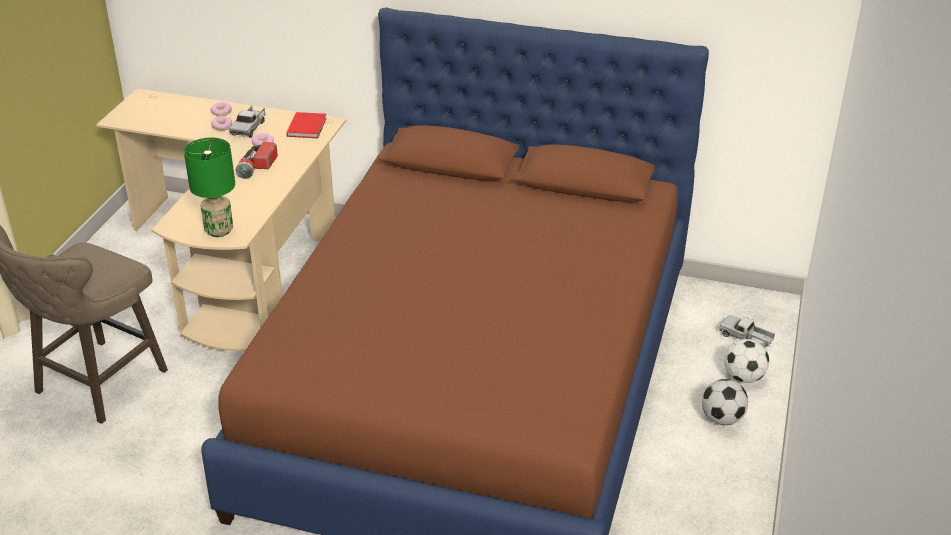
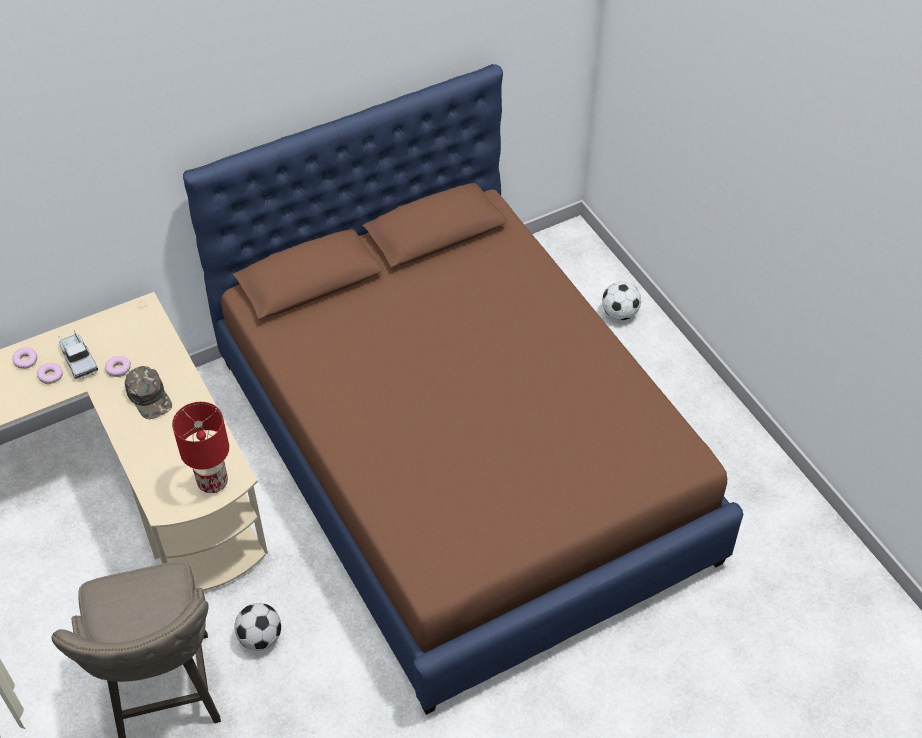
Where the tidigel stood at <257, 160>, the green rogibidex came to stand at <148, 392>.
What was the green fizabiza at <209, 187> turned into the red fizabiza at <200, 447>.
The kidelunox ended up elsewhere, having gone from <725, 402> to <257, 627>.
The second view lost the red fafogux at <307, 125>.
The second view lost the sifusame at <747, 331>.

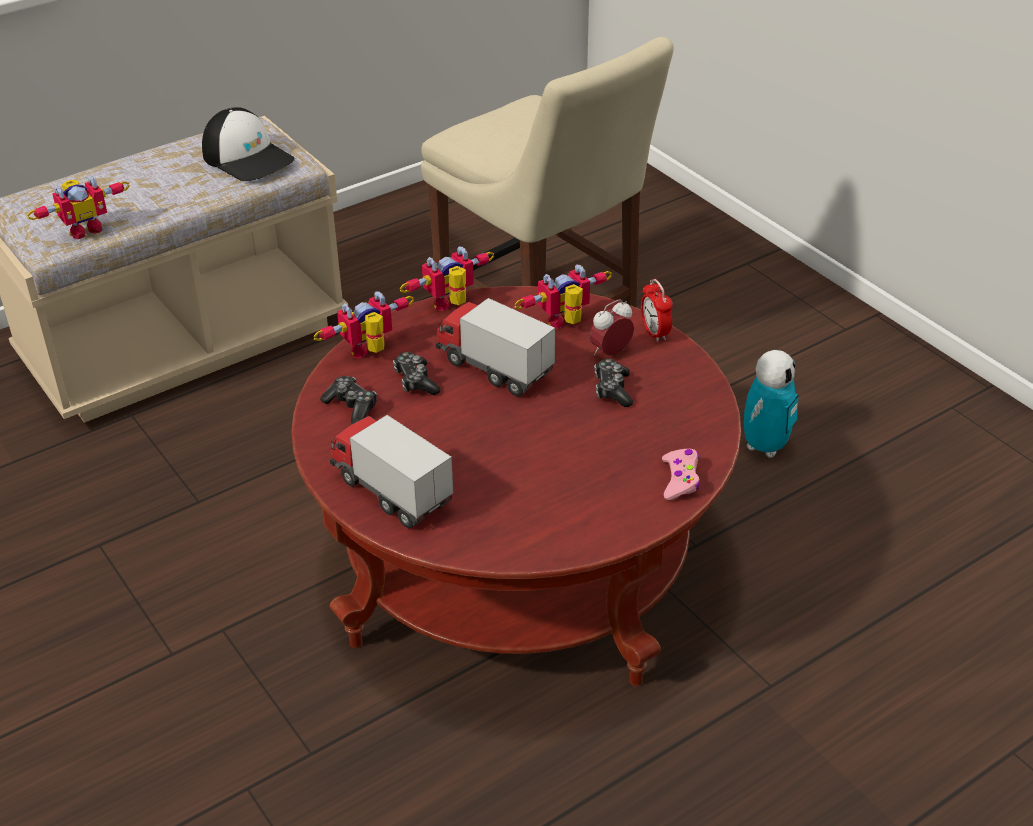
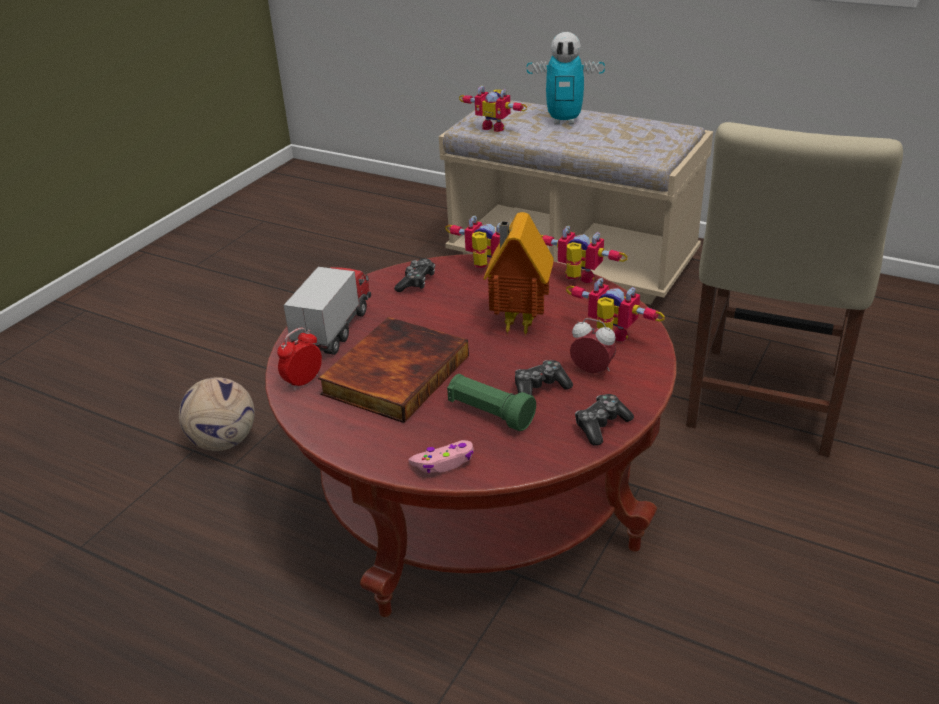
The second view gained the kidelunox at <217, 414>.
The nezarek ended up elsewhere, having gone from <657, 310> to <299, 359>.
The second view gained the fafogux at <393, 370>.
The second view gained the green tidigel at <491, 402>.
Where the sifusame stood at <495, 347>, the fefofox came to stand at <518, 273>.
The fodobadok ended up elsewhere, having gone from <771, 404> to <566, 78>.
The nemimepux ended up elsewhere, having gone from <416, 373> to <604, 420>.
The second view lost the rogibidex at <248, 144>.

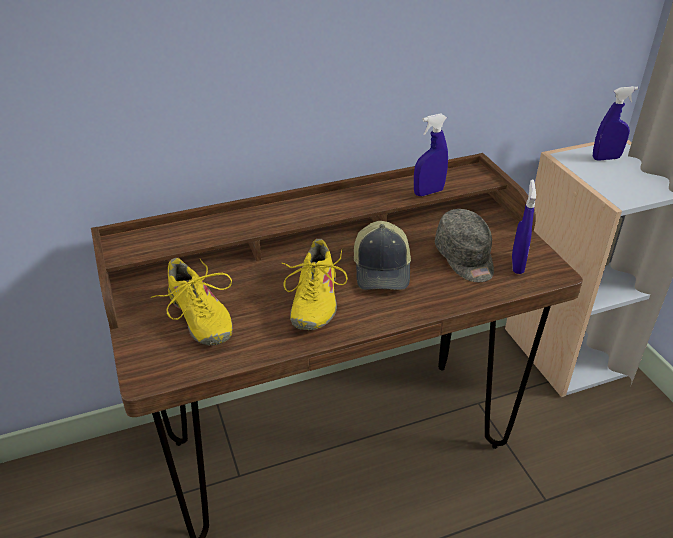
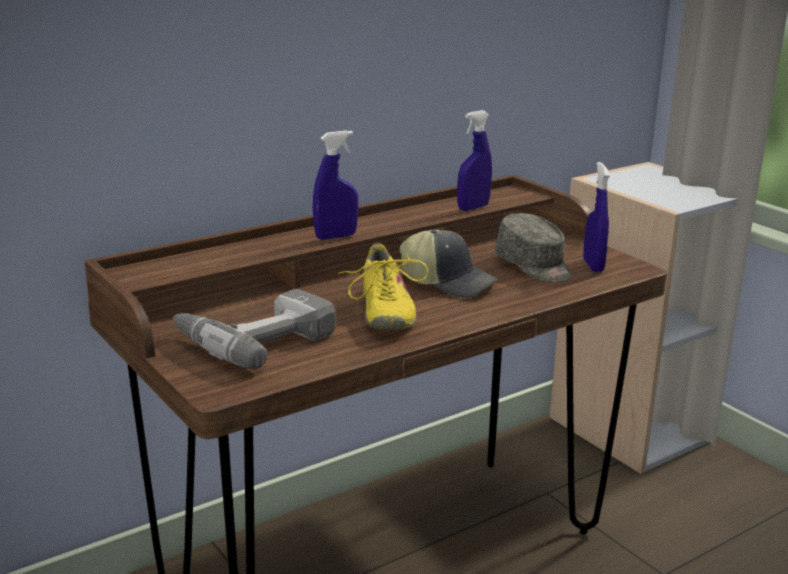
Where the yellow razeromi stood at <192, 302>, the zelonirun came to stand at <254, 329>.
The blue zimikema ended up elsewhere, having gone from <615, 123> to <336, 185>.
The rogibidex at <382, 255> ended up facing another way, 45 degrees counterclockwise from before.

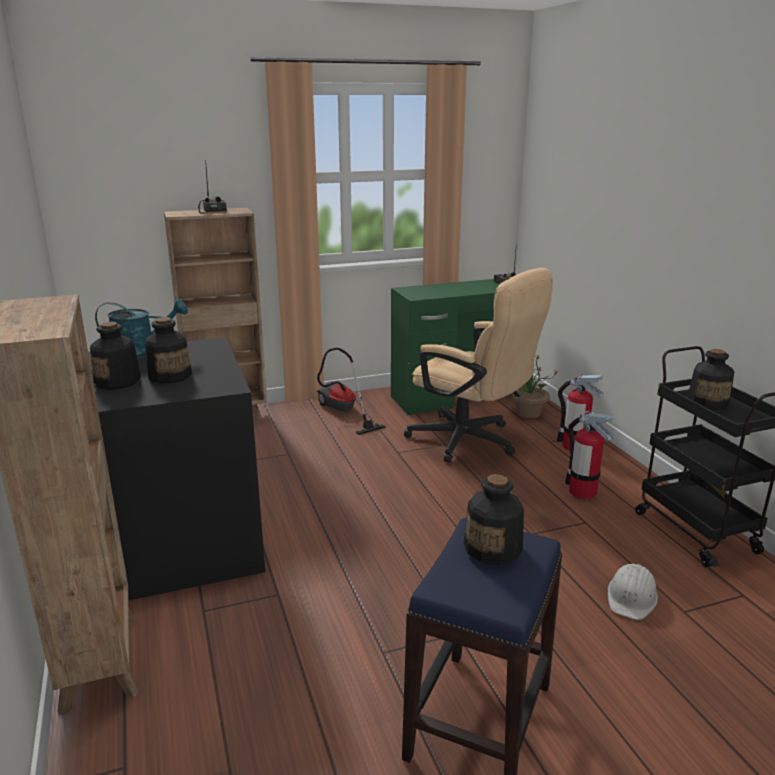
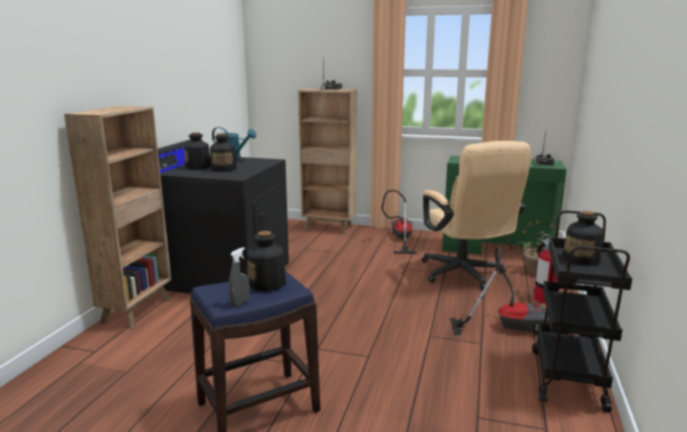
The second view gained the grey zimikema at <239, 277>.
Where the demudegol stood at <589, 455>, the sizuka came to stand at <499, 291>.
The second view lost the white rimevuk at <633, 592>.

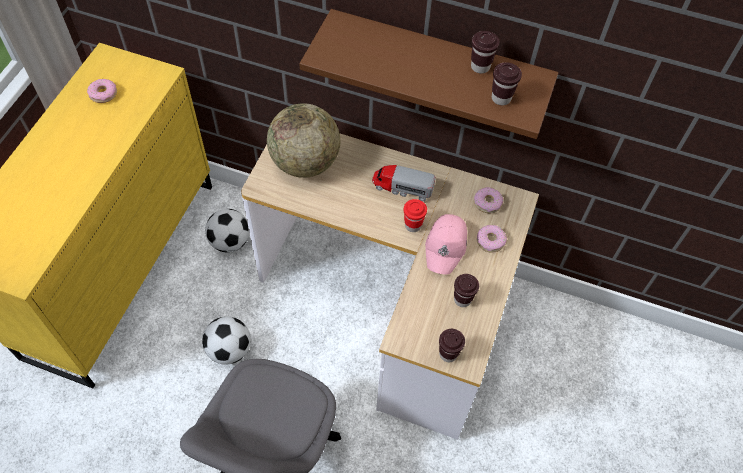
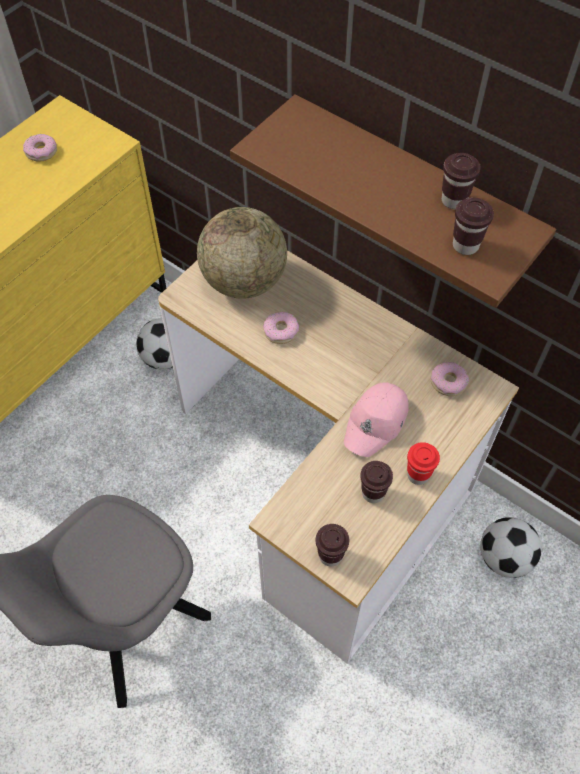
The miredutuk ended up elsewhere, having gone from <492, 239> to <281, 328>.
The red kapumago ended up elsewhere, having gone from <415, 215> to <423, 463>.
The kidelunox ended up elsewhere, having gone from <226, 340> to <511, 547>.
The second view lost the sifusame at <404, 183>.

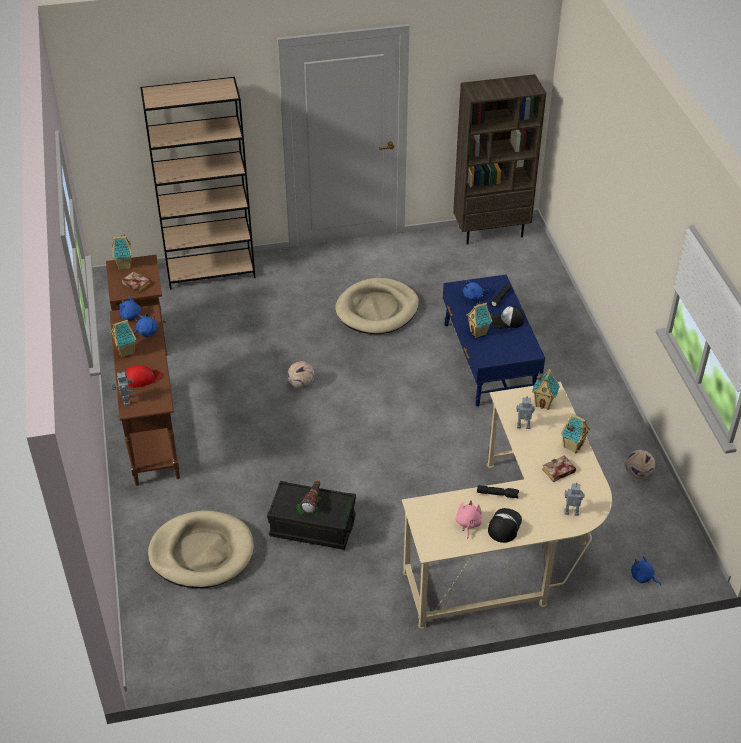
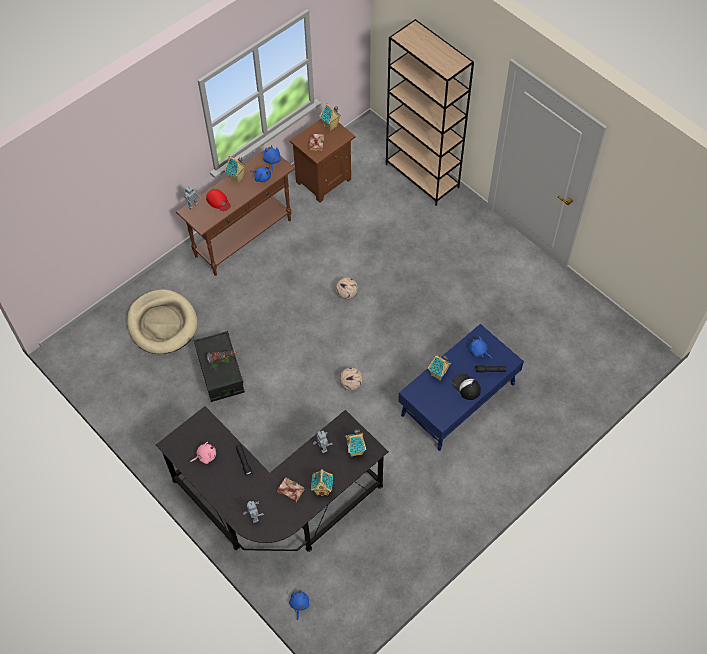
What was the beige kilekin at <507, 505> turned into the black kilekin at <272, 479>.
The kidelunox ended up elsewhere, having gone from <640, 464> to <351, 379>.
The second view lost the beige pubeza at <377, 306>.
The second view lost the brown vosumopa at <499, 159>.
The second view lost the rogibidex at <505, 525>.

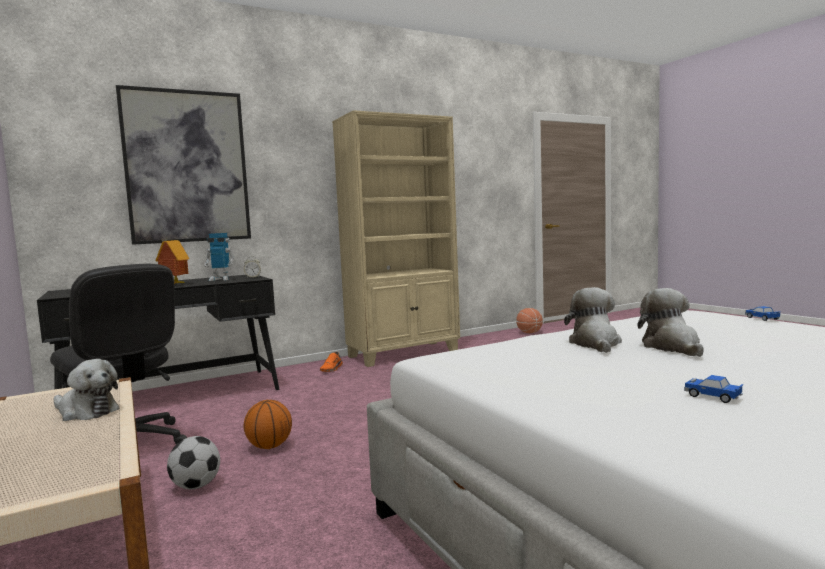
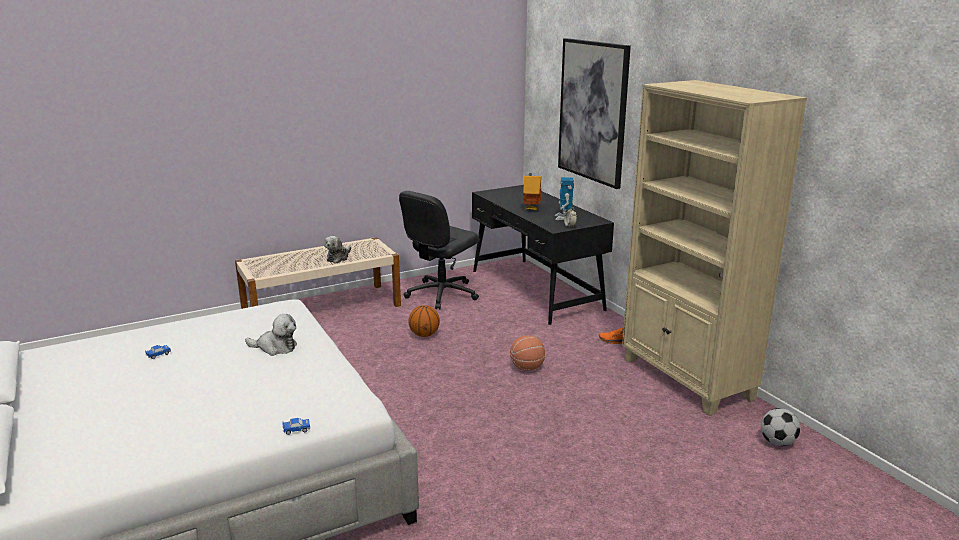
The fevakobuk ended up elsewhere, having gone from <529, 320> to <527, 353>.
The kidelunox ended up elsewhere, having gone from <193, 462> to <780, 427>.
The second view lost the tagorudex at <671, 322>.

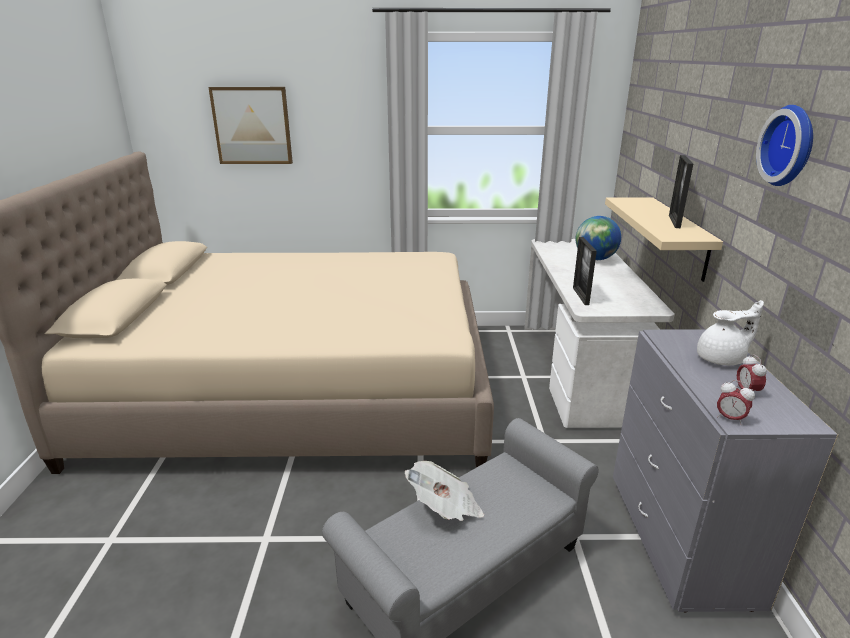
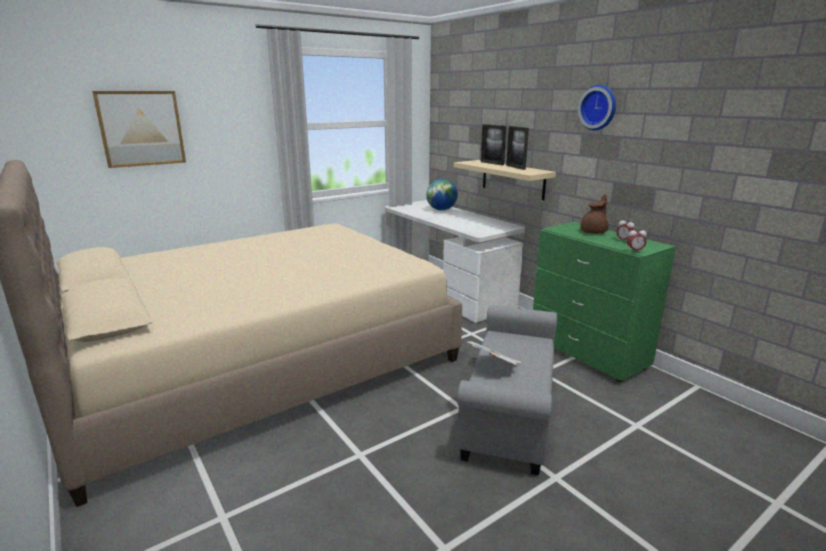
The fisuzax ended up elsewhere, having gone from <585, 271> to <493, 144>.
What was the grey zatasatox at <725, 470> turned into the green zatasatox at <604, 302>.
What was the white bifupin at <730, 332> turned into the brown bifupin at <594, 214>.

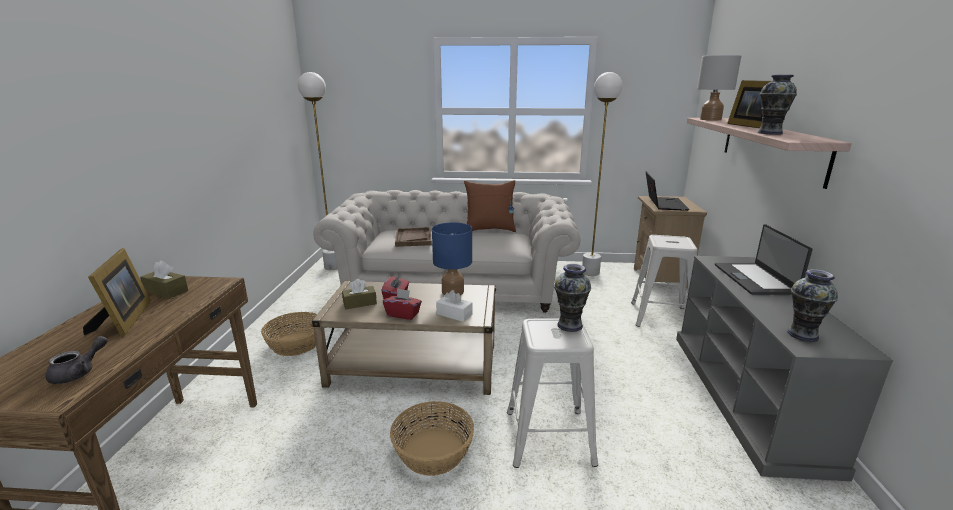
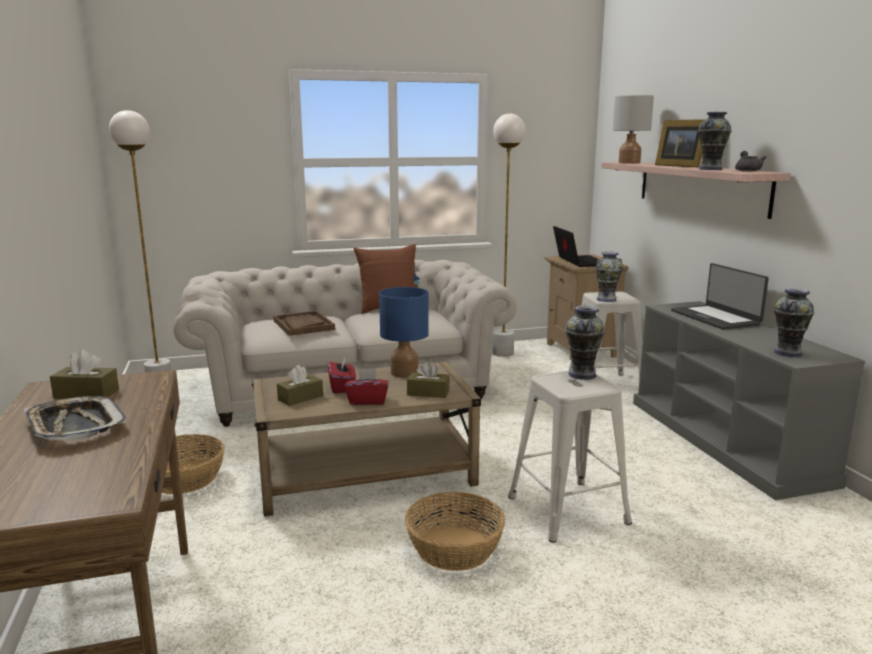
Where the fisuzax stood at <117, 292>, the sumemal came to stand at <75, 418>.
What was the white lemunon at <454, 306> turned into the brown lemunon at <428, 380>.
The second view gained the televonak at <609, 276>.
The grey bifupin ended up elsewhere, having gone from <76, 360> to <751, 161>.

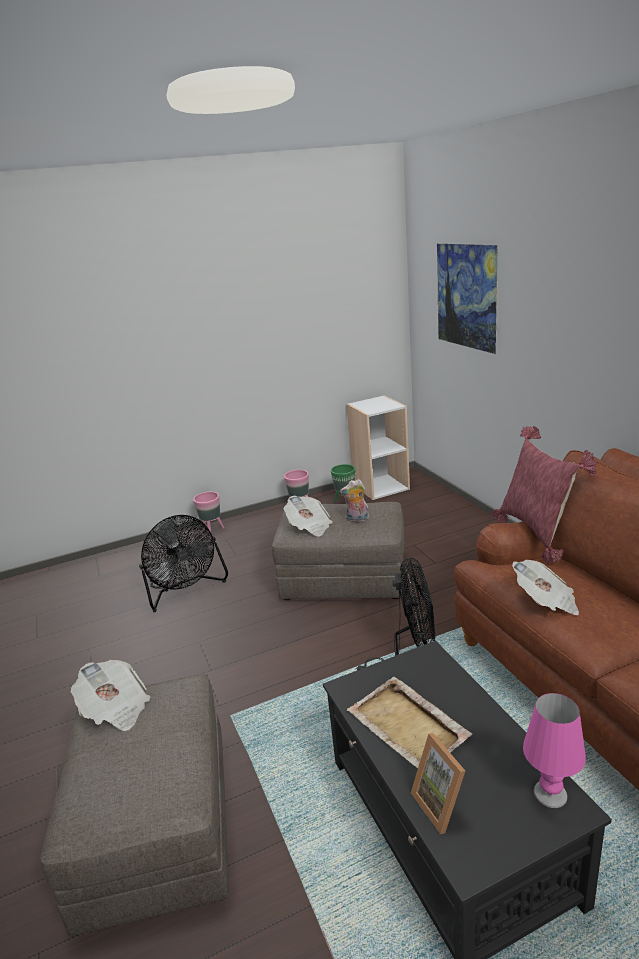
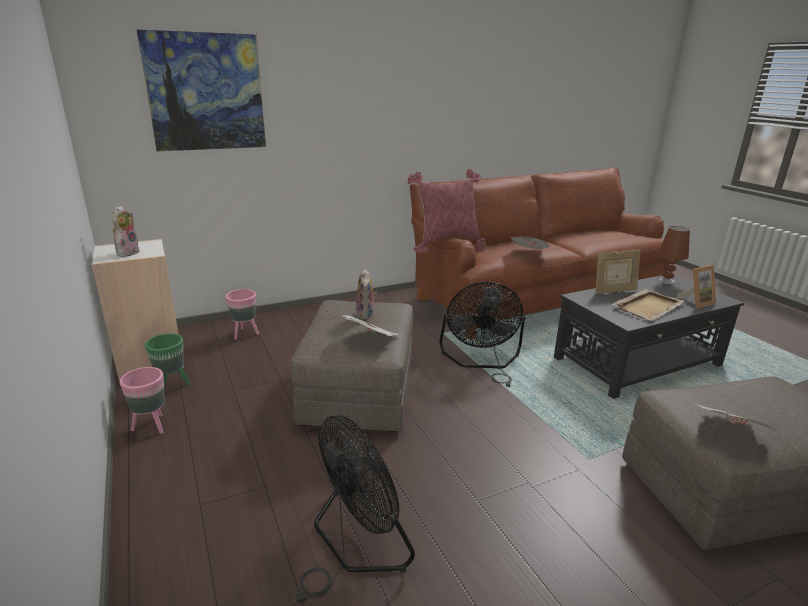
The second view gained the tagorudex at <126, 231>.
The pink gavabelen ended up elsewhere, having gone from <208, 515> to <242, 314>.
The second view gained the fisuzax at <617, 271>.
What was the pink fizabiza at <554, 750> turned into the brown fizabiza at <674, 255>.

